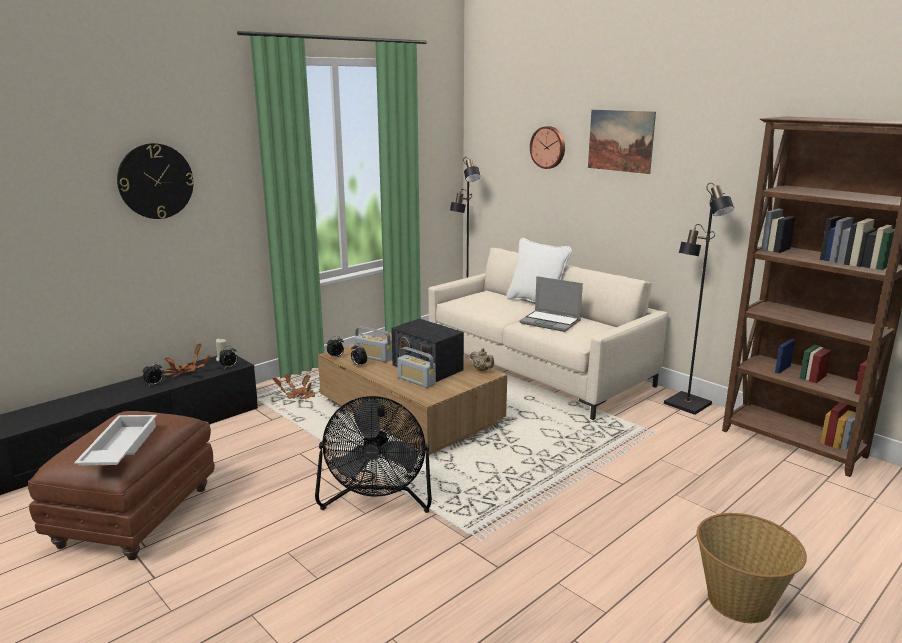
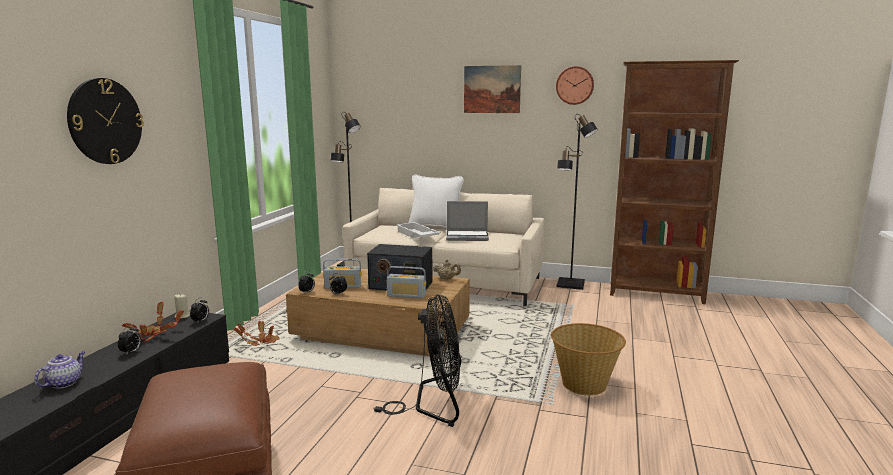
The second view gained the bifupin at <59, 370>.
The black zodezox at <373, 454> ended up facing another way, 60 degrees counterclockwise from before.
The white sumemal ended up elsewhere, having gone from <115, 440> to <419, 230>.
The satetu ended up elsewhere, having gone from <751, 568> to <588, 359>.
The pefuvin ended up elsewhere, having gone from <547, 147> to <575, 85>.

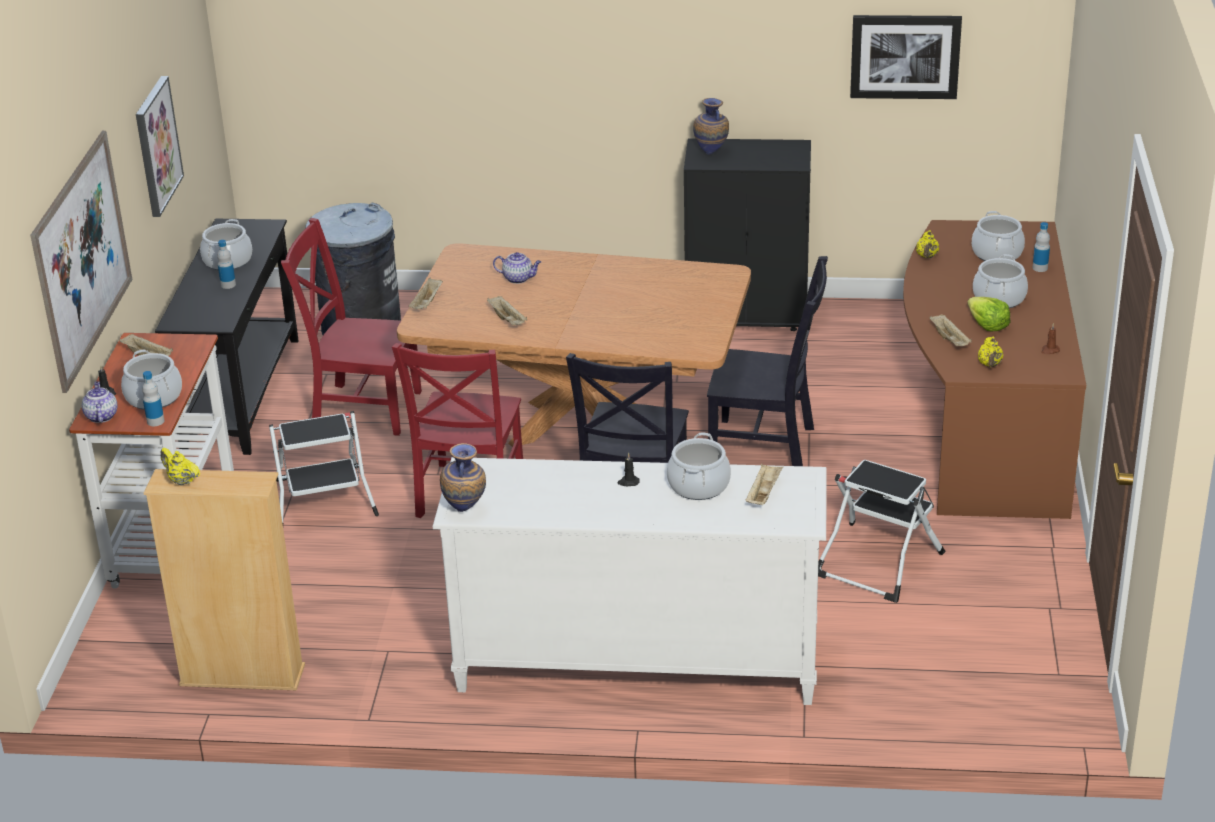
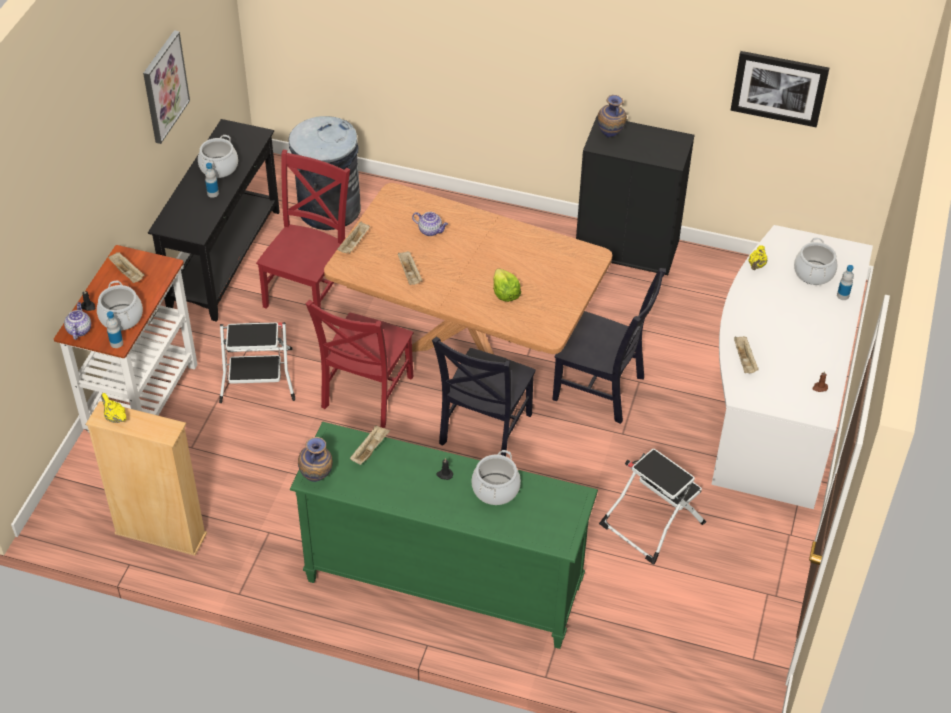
The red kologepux at <351, 327> ended up facing another way, 90 degrees clockwise from before.
What was the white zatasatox at <630, 581> turned into the green zatasatox at <444, 535>.
The beige sumemal ended up elsewhere, having gone from <764, 484> to <370, 445>.
The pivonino ended up elsewhere, having gone from <989, 314> to <507, 285>.
What was the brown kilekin at <994, 369> turned into the white kilekin at <792, 367>.
The second view lost the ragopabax at <81, 262>.
The second view lost the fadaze at <1000, 281>.
The second view lost the yellow bifupin at <990, 352>.

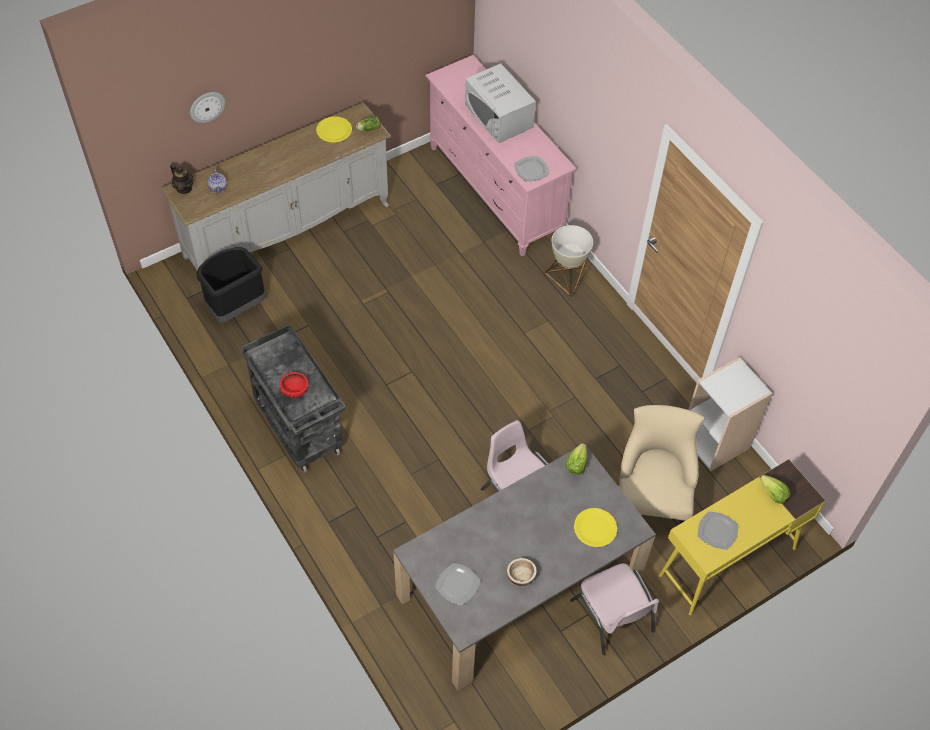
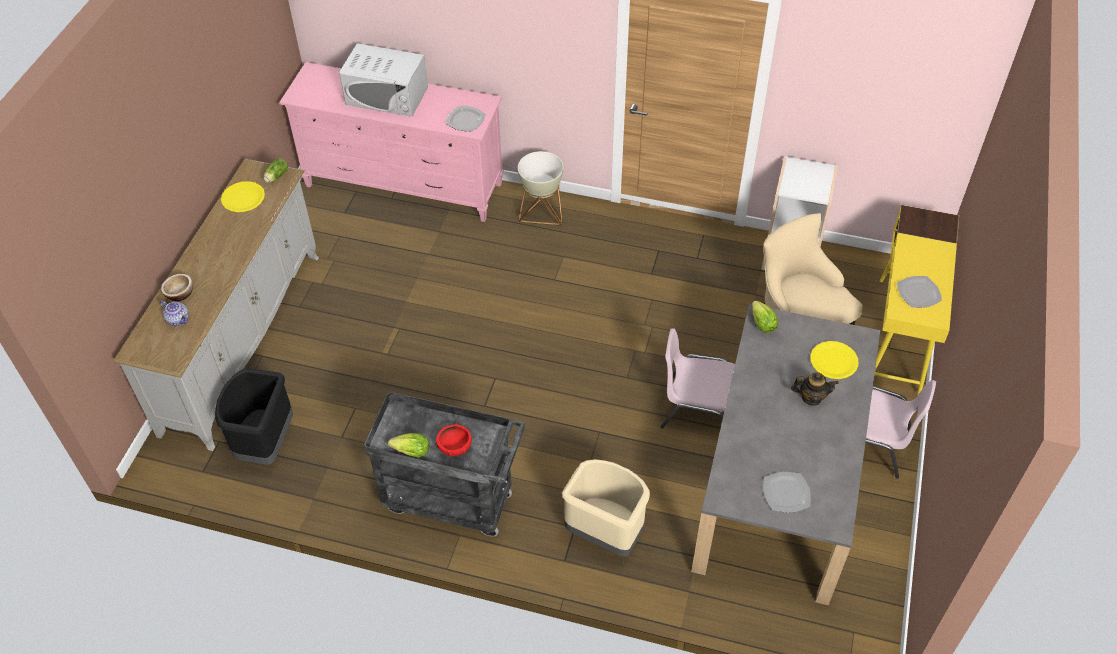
The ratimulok ended up elsewhere, having gone from <522, 572> to <177, 287>.
The pivonino ended up elsewhere, having gone from <775, 489> to <408, 445>.
The second view gained the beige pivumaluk at <606, 507>.
The bifupin ended up elsewhere, having gone from <181, 179> to <815, 389>.
The second view lost the pefuvin at <207, 107>.

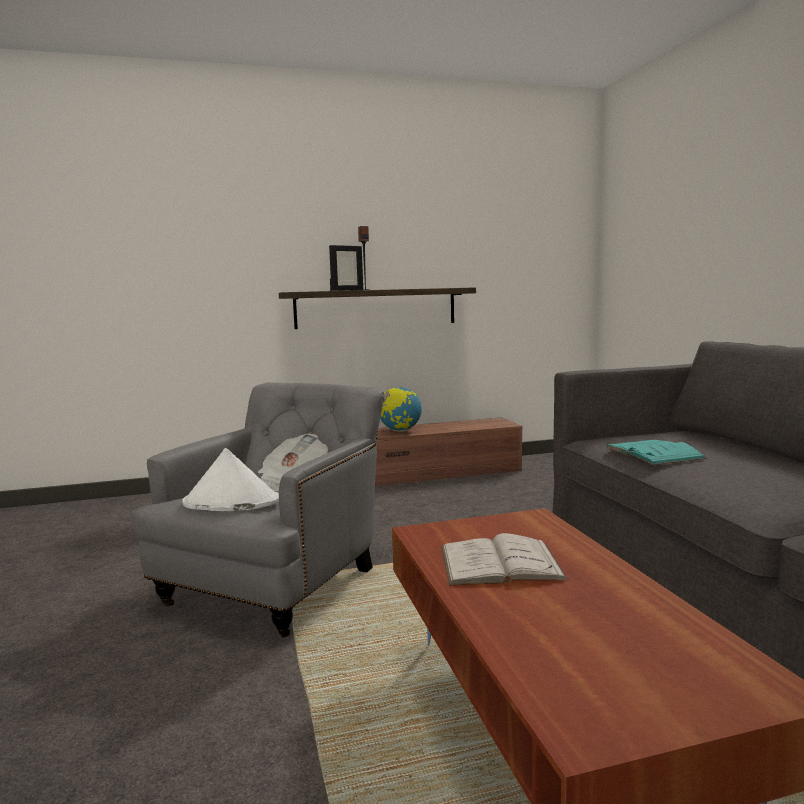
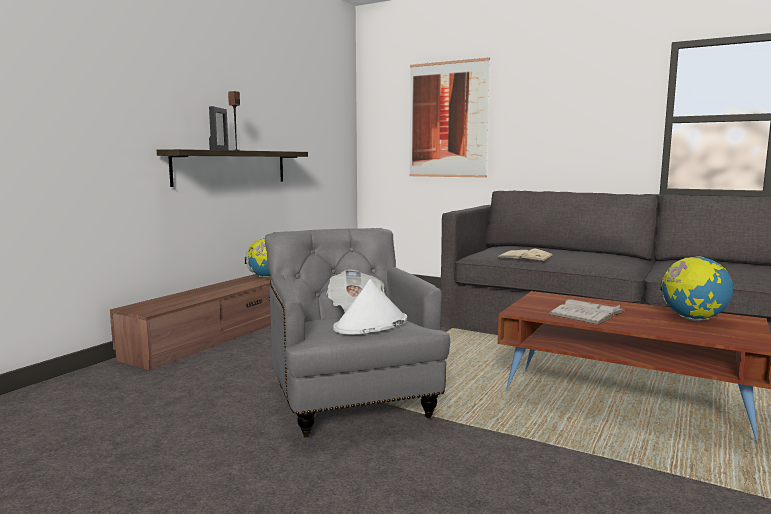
The second view gained the ragopabax at <449, 117>.
What was the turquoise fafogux at <656, 452> turned into the beige fafogux at <526, 255>.
The second view gained the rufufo at <696, 288>.

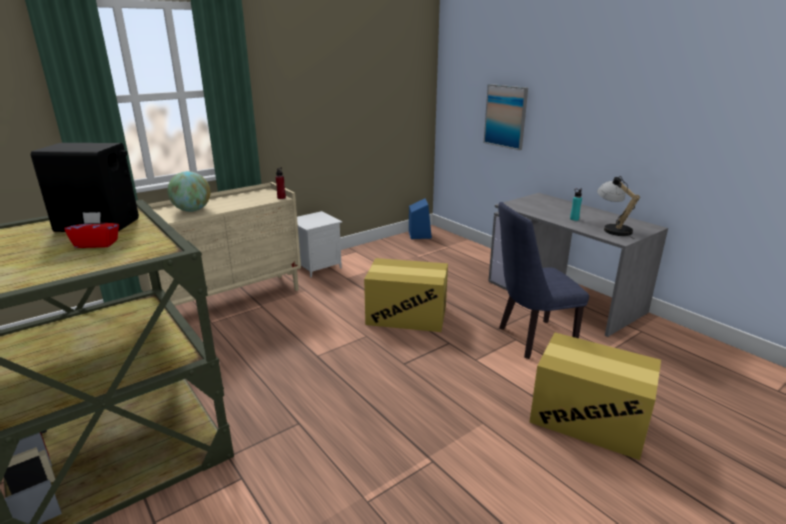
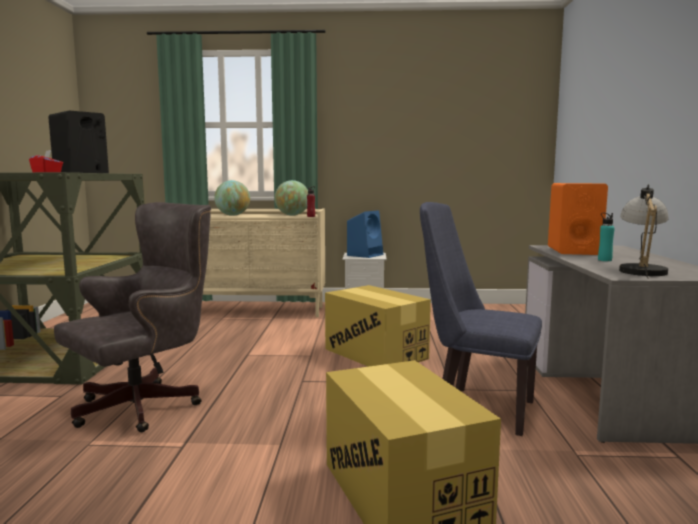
The second view gained the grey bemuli at <132, 317>.
The second view gained the rufufo at <291, 198>.
The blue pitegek ended up elsewhere, having gone from <420, 218> to <365, 234>.
The second view gained the orange pitegek at <578, 219>.
The second view lost the ragopabax at <506, 117>.

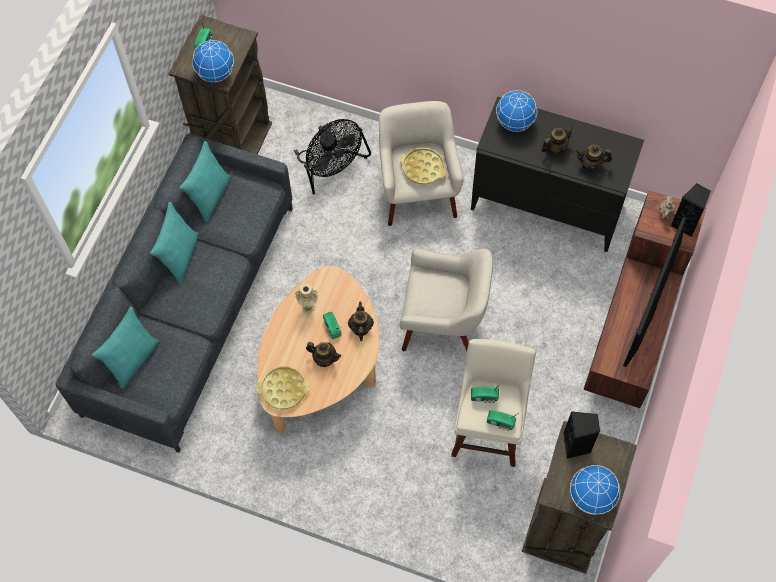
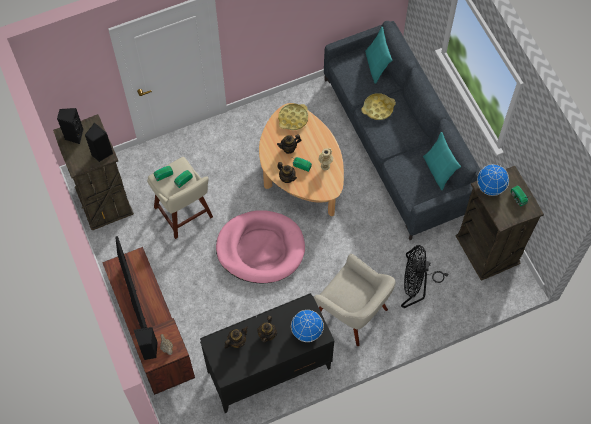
Where the rufufo stood at <595, 490>, the black pitegek came to stand at <70, 126>.
Where the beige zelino stood at <446, 300>, the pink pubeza came to stand at <260, 246>.
The yellow sumemal ended up elsewhere, having gone from <423, 166> to <378, 106>.
The second view lost the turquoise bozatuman at <174, 243>.

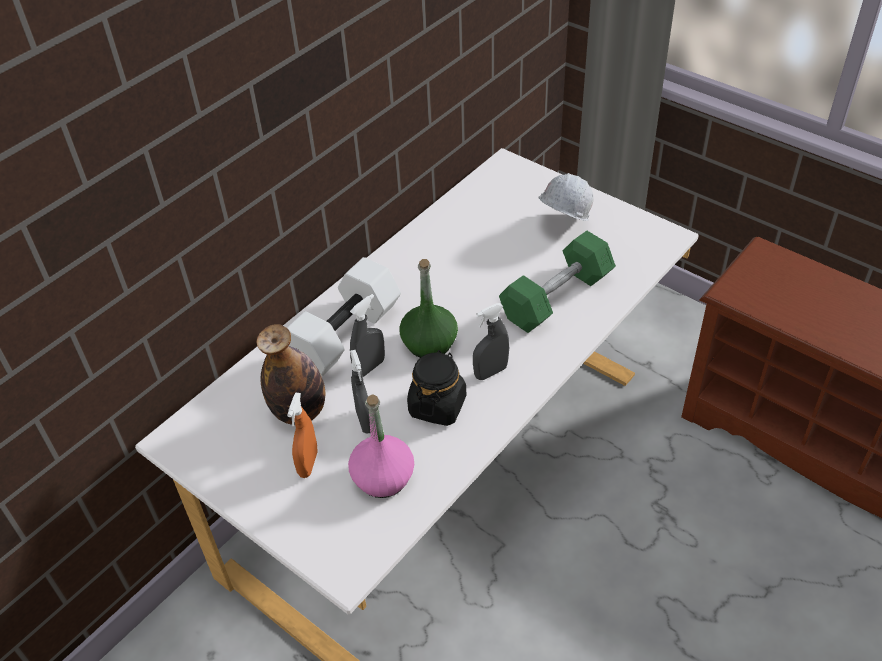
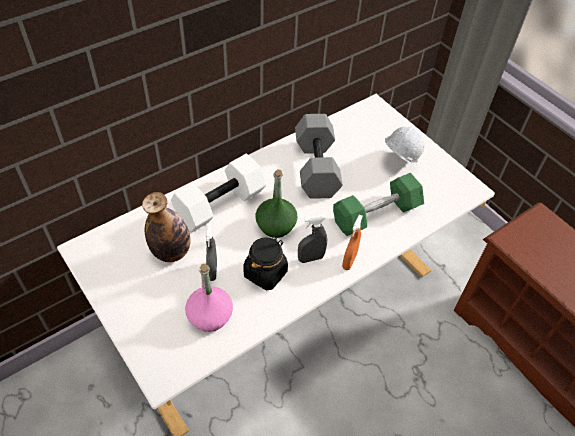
The second view gained the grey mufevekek at <319, 156>.
The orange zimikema ended up elsewhere, having gone from <302, 435> to <352, 242>.
The second view lost the grey zimikema at <367, 335>.

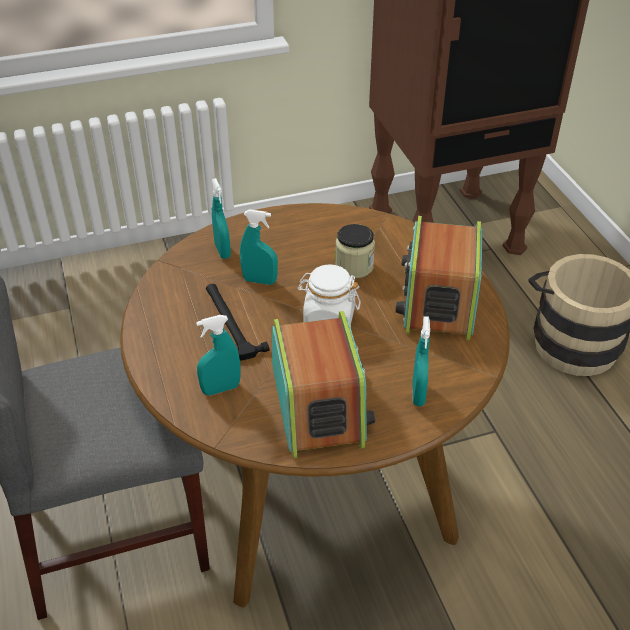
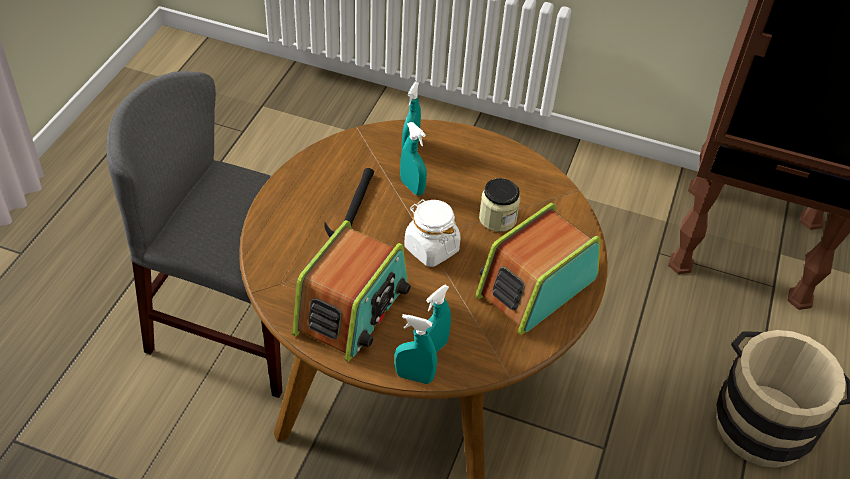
The turquoise zimikema ended up elsewhere, having gone from <218, 355> to <416, 349>.

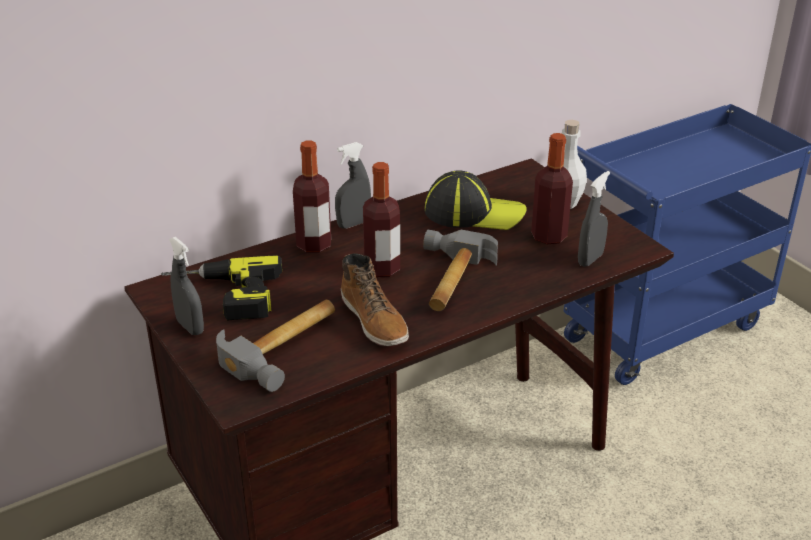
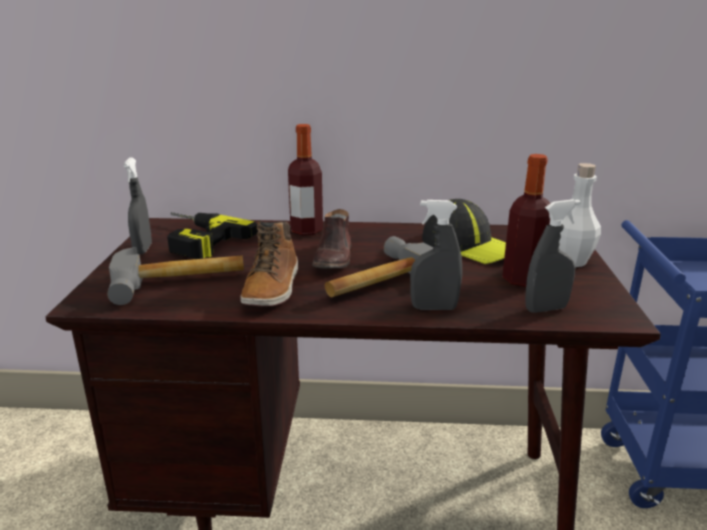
Where the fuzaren stood at <381, 219>, the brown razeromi came to stand at <331, 239>.
The grey zimikema ended up elsewhere, having gone from <353, 185> to <436, 255>.

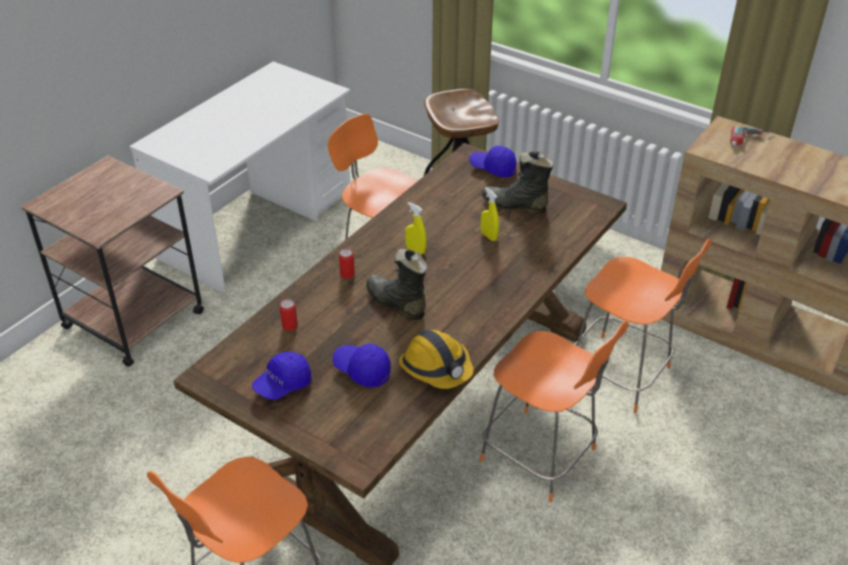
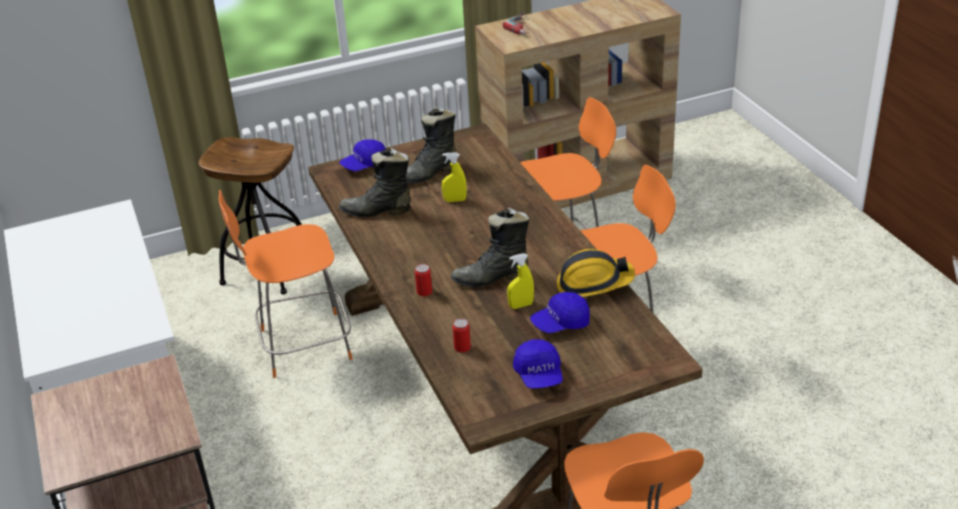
The second view gained the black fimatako at <375, 182>.
The yellow zimikema ended up elsewhere, having gone from <416, 228> to <520, 281>.

